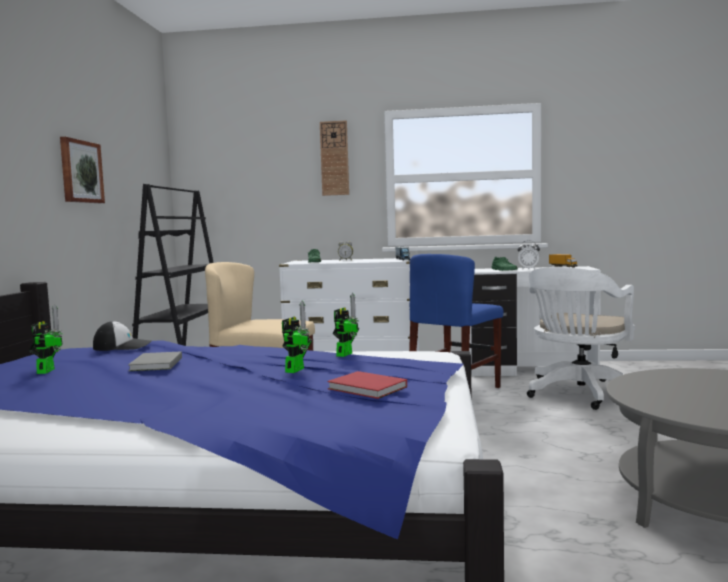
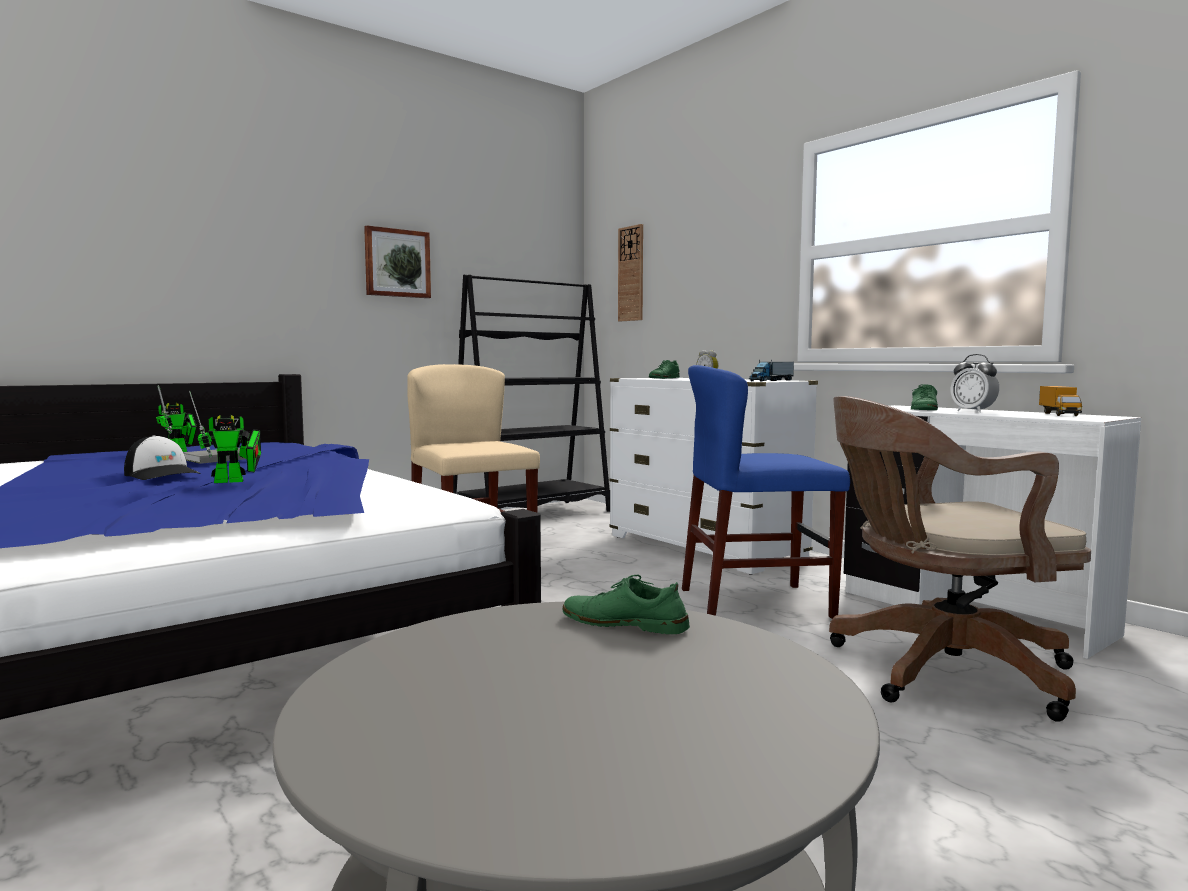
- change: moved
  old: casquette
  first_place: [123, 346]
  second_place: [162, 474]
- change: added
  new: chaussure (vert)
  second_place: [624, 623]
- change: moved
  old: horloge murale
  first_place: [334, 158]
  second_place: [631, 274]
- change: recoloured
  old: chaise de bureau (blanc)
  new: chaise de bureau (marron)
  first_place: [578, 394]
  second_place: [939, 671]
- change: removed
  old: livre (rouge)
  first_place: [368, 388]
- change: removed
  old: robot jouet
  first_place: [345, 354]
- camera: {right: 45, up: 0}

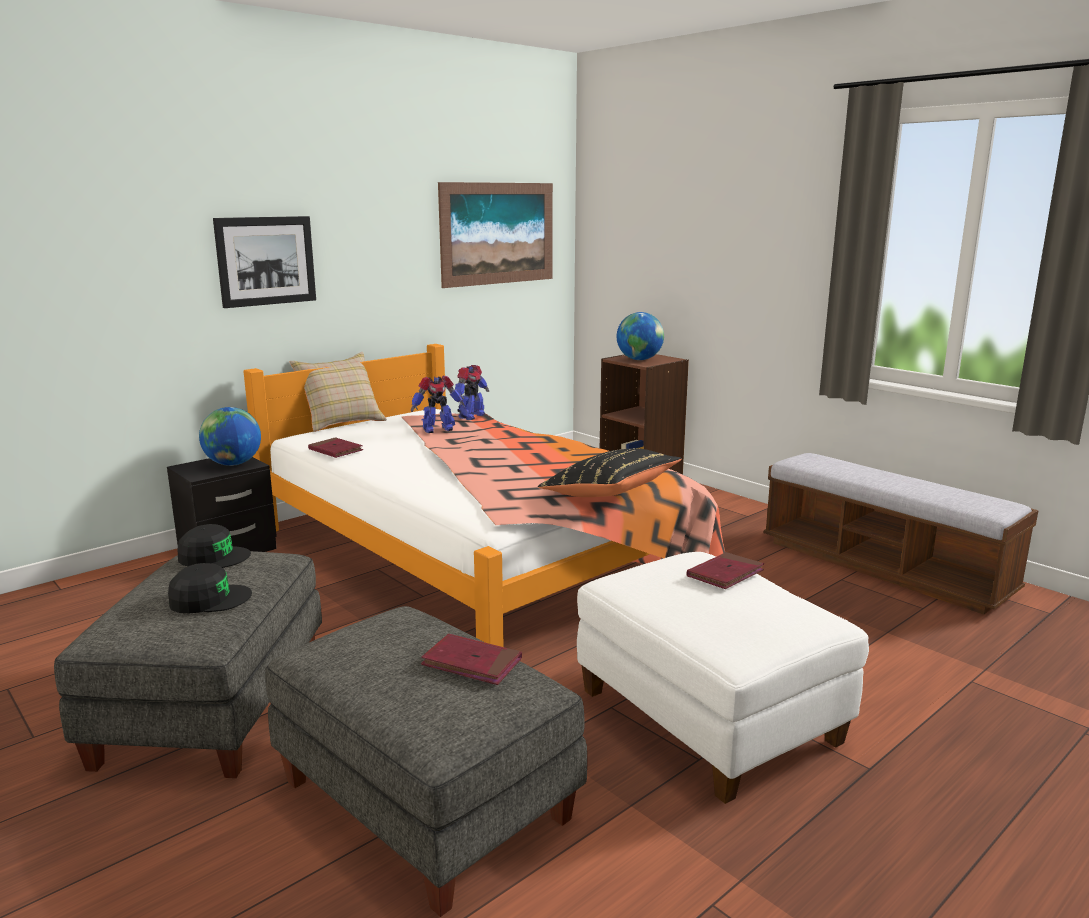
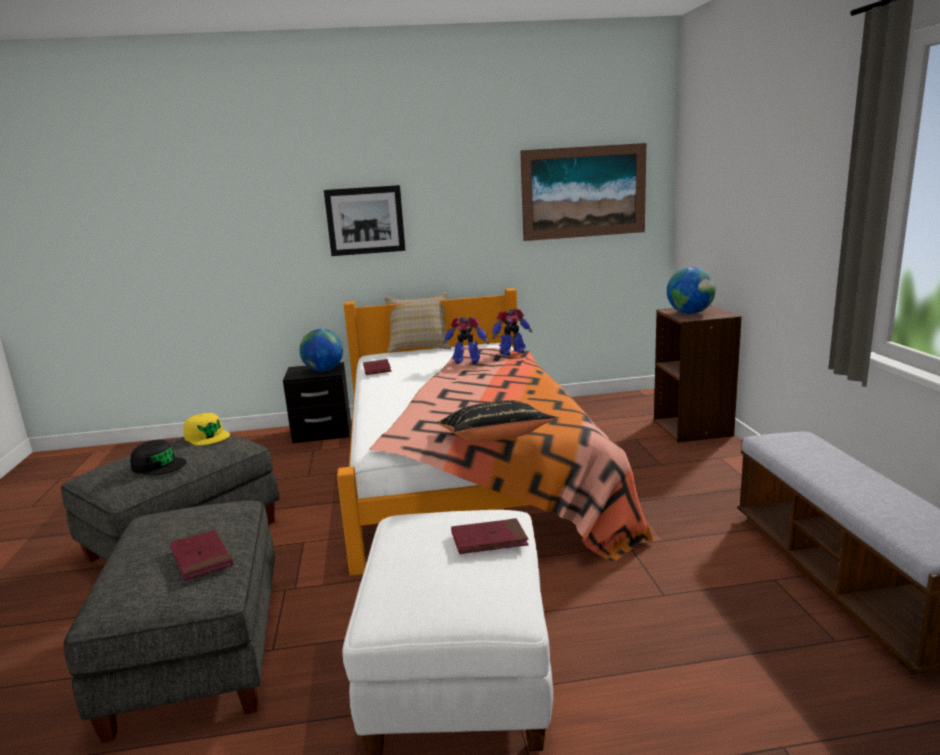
- change: recoloured
  old: casquette (noir)
  new: casquette (jaune)
  first_place: [214, 557]
  second_place: [207, 436]
- camera: {right: 35, up: 0}

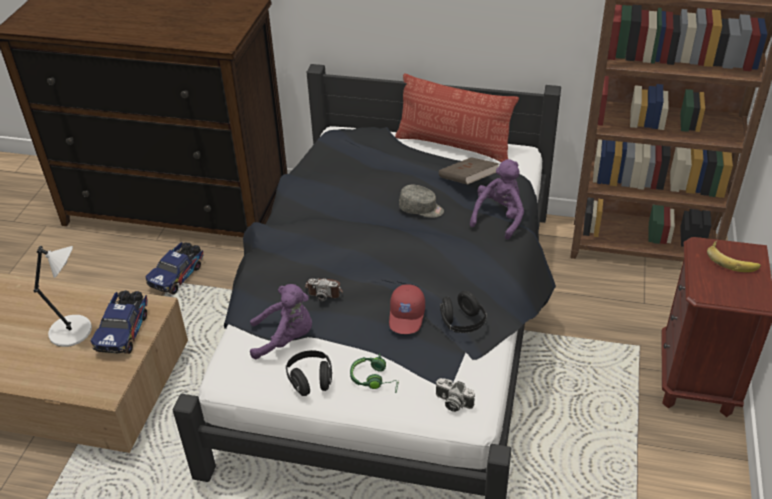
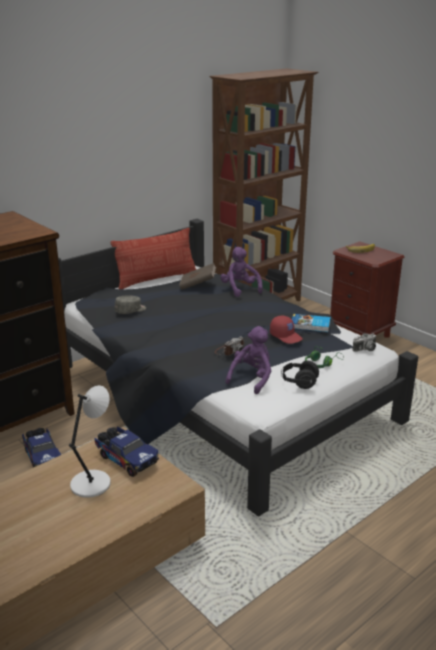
- change: moved
  old: casquette (gris)
  first_place: [421, 209]
  second_place: [131, 310]
- change: replaced
  old: casque audio (noir)
  new: livre
  first_place: [462, 323]
  second_place: [310, 325]
- camera: {right: -55, up: -15}

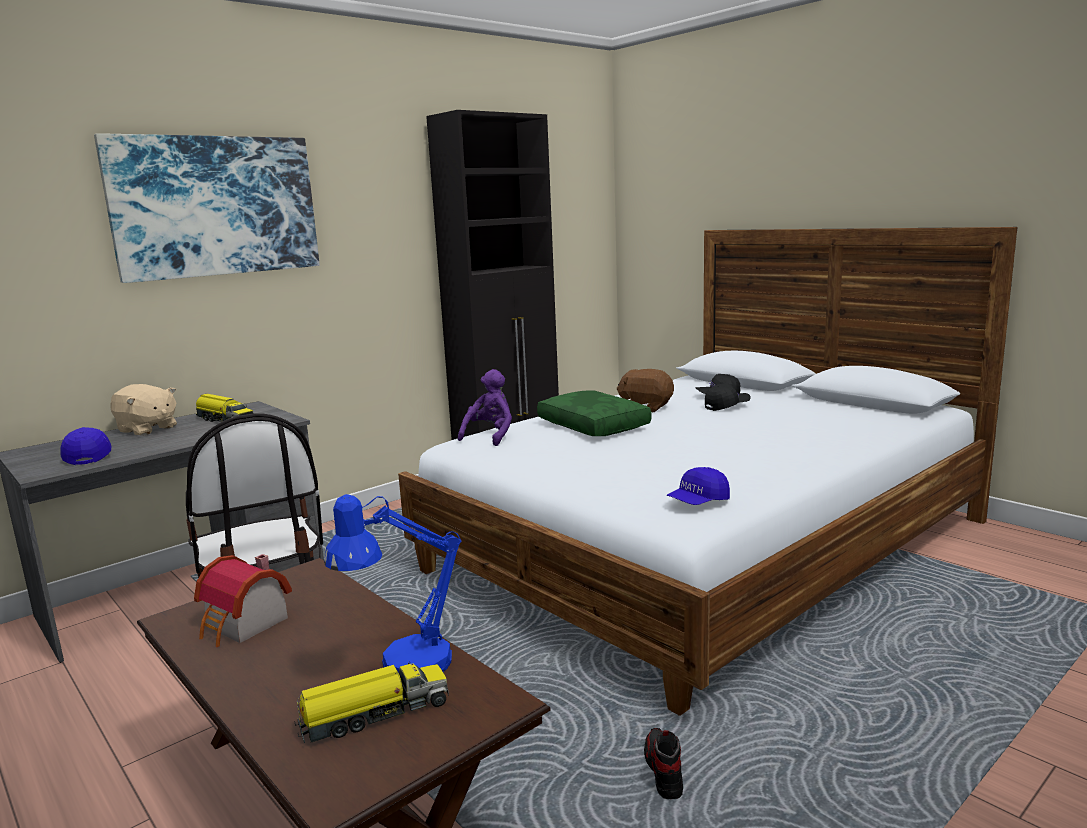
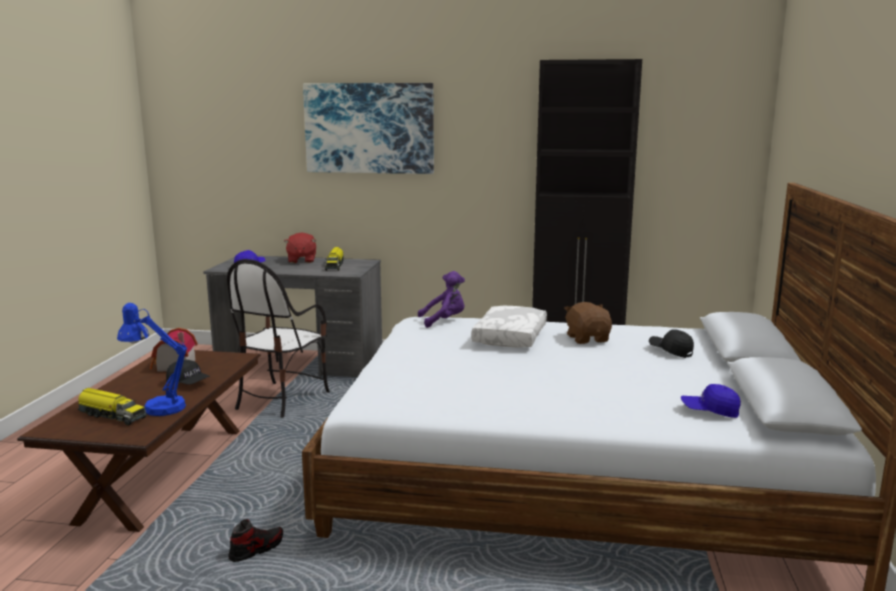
- change: moved
  old: casquette (noir)
  first_place: [727, 406]
  second_place: [188, 383]
- change: recoloured
  old: peluche (beige)
  new: peluche (rouge)
  first_place: [147, 429]
  second_place: [301, 260]
- change: recoloured
  old: coussin (vert)
  new: coussin (blanc)
  first_place: [595, 426]
  second_place: [511, 337]
- change: moved
  old: casquette (bleu)
  first_place: [698, 502]
  second_place: [709, 411]
- camera: {right: 50, up: 0}

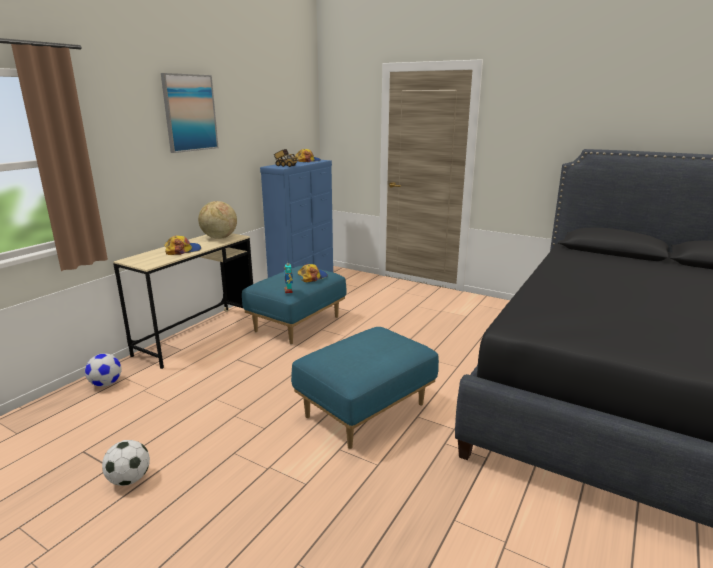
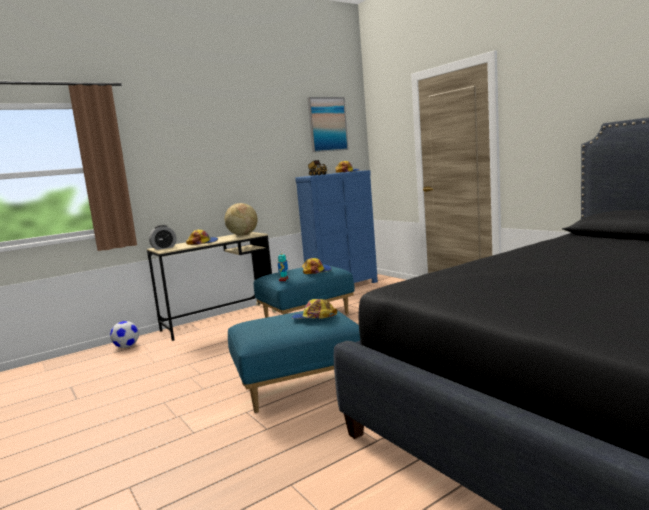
- change: added
  new: réveil
  second_place: [164, 248]
- change: added
  new: casquette
  second_place: [314, 318]
- change: moved
  old: tableau
  first_place: [189, 113]
  second_place: [327, 124]
- change: removed
  old: ballon de foot
  first_place: [129, 479]
- camera: {right: 25, up: -10}

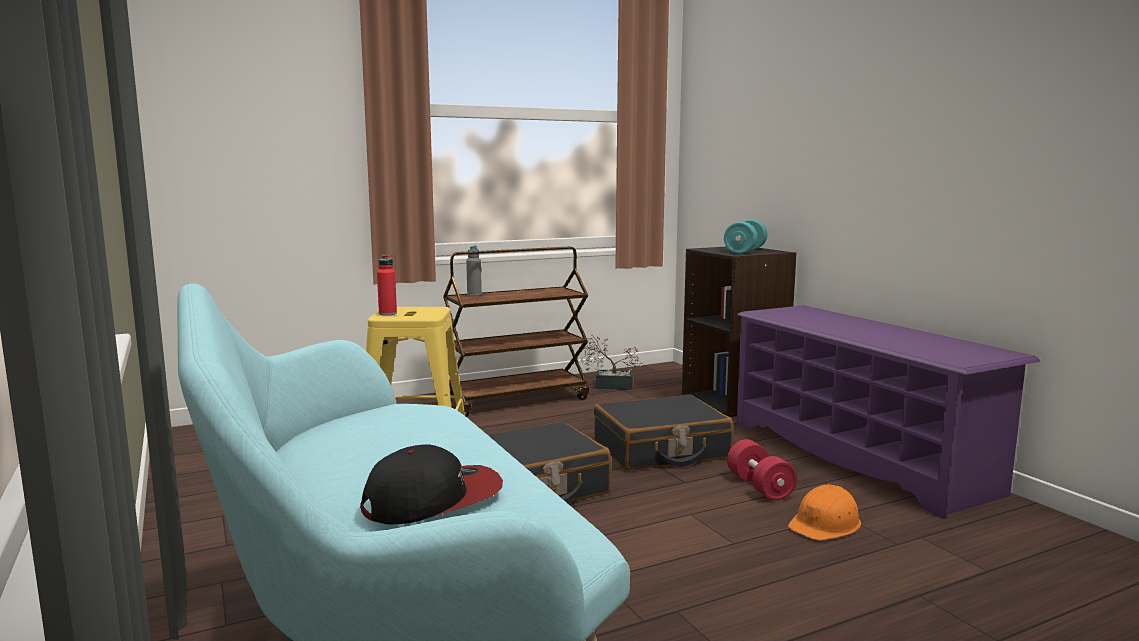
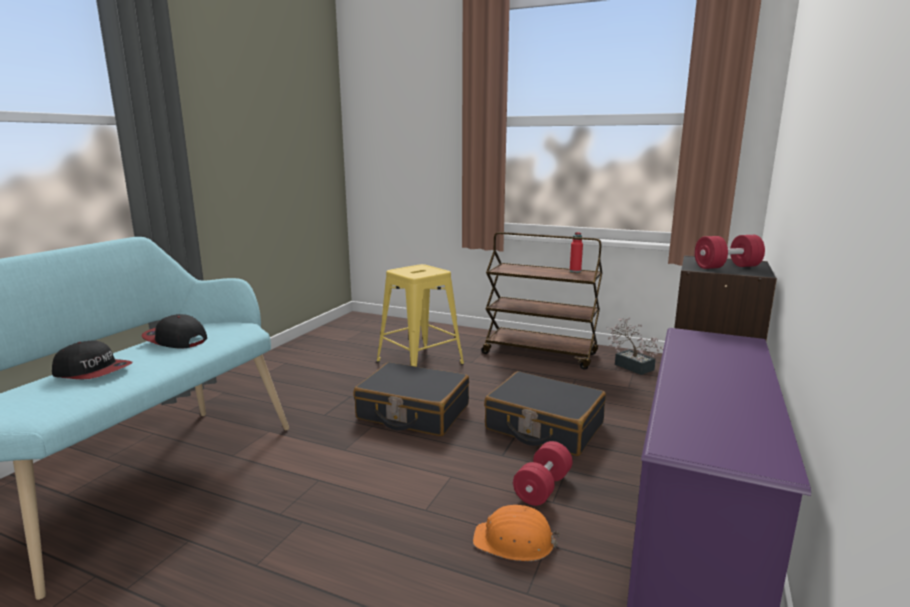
- change: added
  new: casquette
  second_place: [175, 339]
- change: moved
  old: bouteille (rouge)
  first_place: [387, 313]
  second_place: [575, 271]
- change: recoloured
  old: haltère (turquoise)
  new: haltère (rouge)
  first_place: [745, 251]
  second_place: [726, 267]
- change: removed
  old: bouteille (gris)
  first_place: [474, 294]
- camera: {right: 50, up: 5}

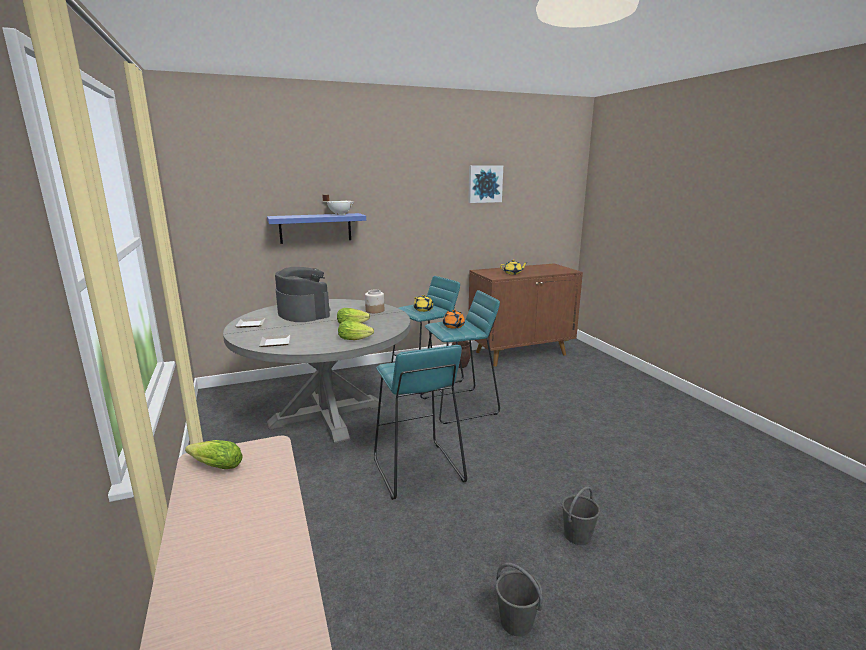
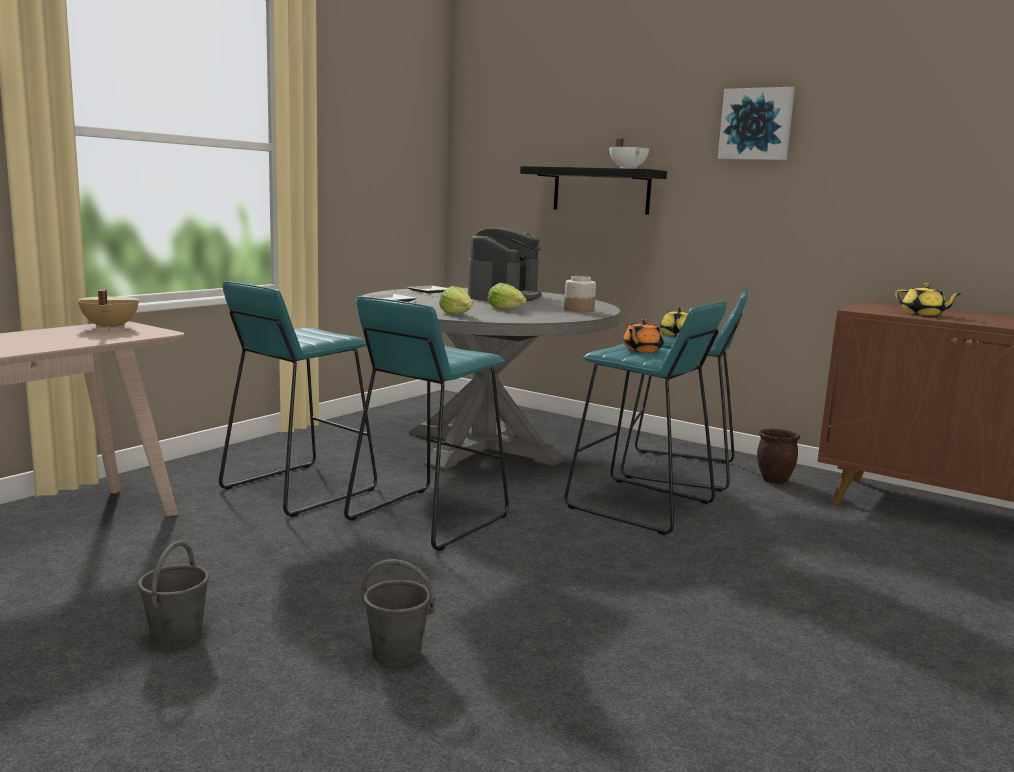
- change: replaced
  old: laitue
  new: marmite (beige)
  first_place: [214, 466]
  second_place: [109, 327]
- change: added
  new: tabouret (turquoise)
  second_place: [298, 489]
- change: recoloured
  old: étagère (bleu)
  new: étagère (noir)
  first_place: [315, 228]
  second_place: [601, 190]
- change: moved
  old: tableau
  first_place: [484, 184]
  second_place: [756, 124]
- camera: {right: 55, up: -5}

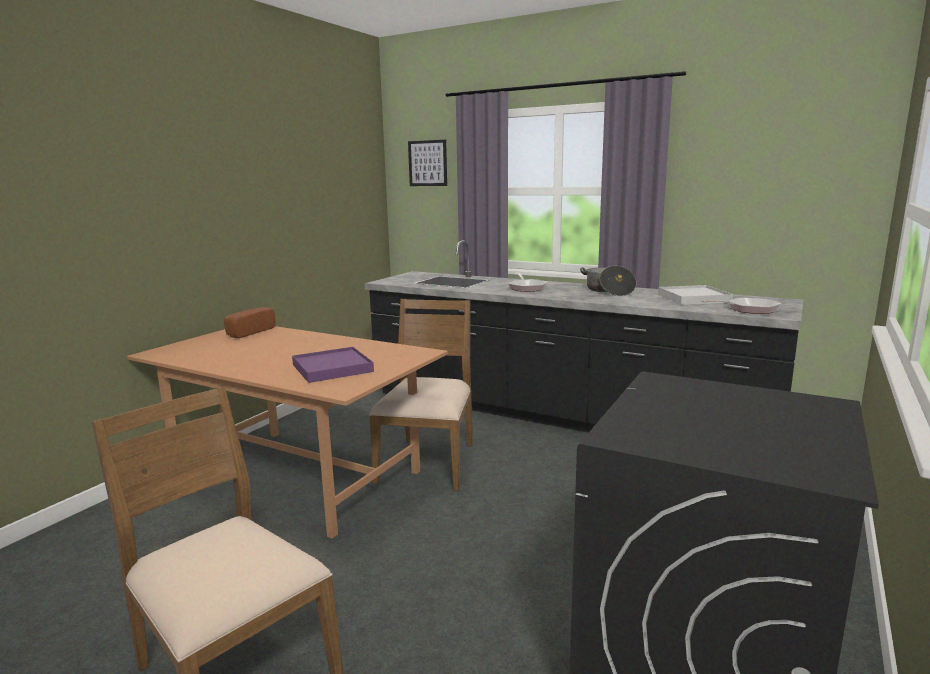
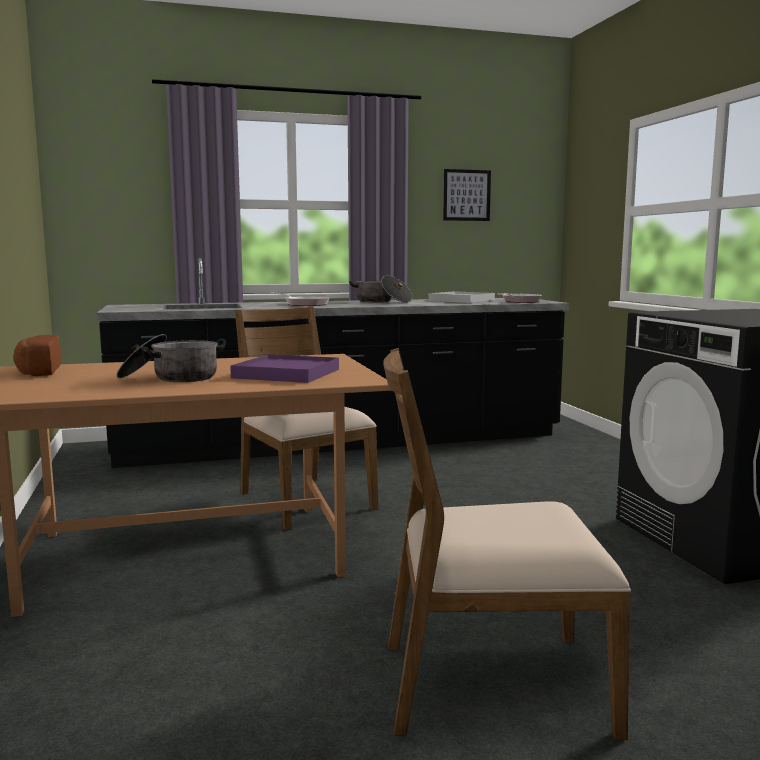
- change: added
  new: marmite
  second_place: [171, 378]
- change: moved
  old: tableau
  first_place: [427, 163]
  second_place: [466, 195]
- camera: {right: -45, up: -5}

